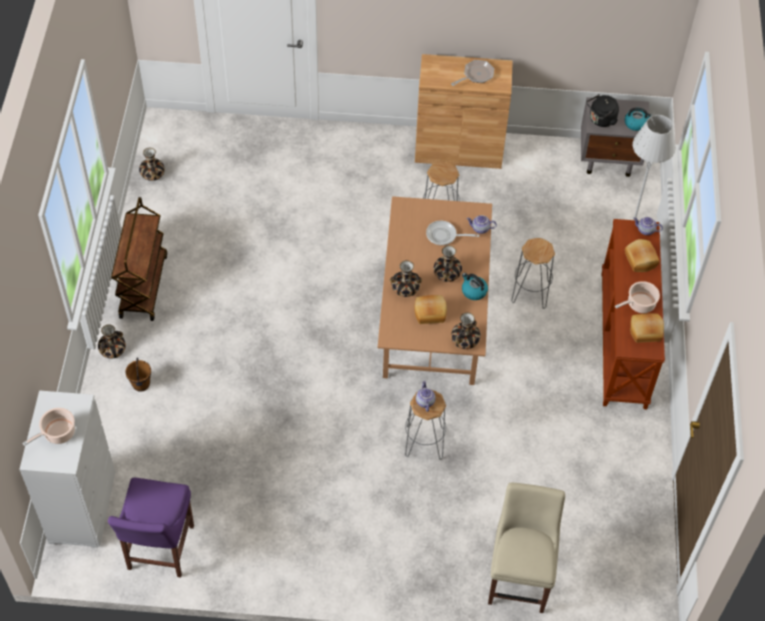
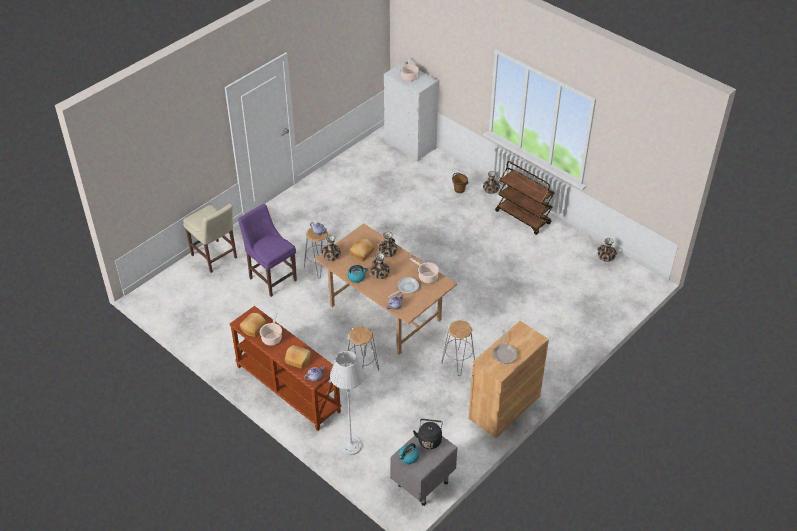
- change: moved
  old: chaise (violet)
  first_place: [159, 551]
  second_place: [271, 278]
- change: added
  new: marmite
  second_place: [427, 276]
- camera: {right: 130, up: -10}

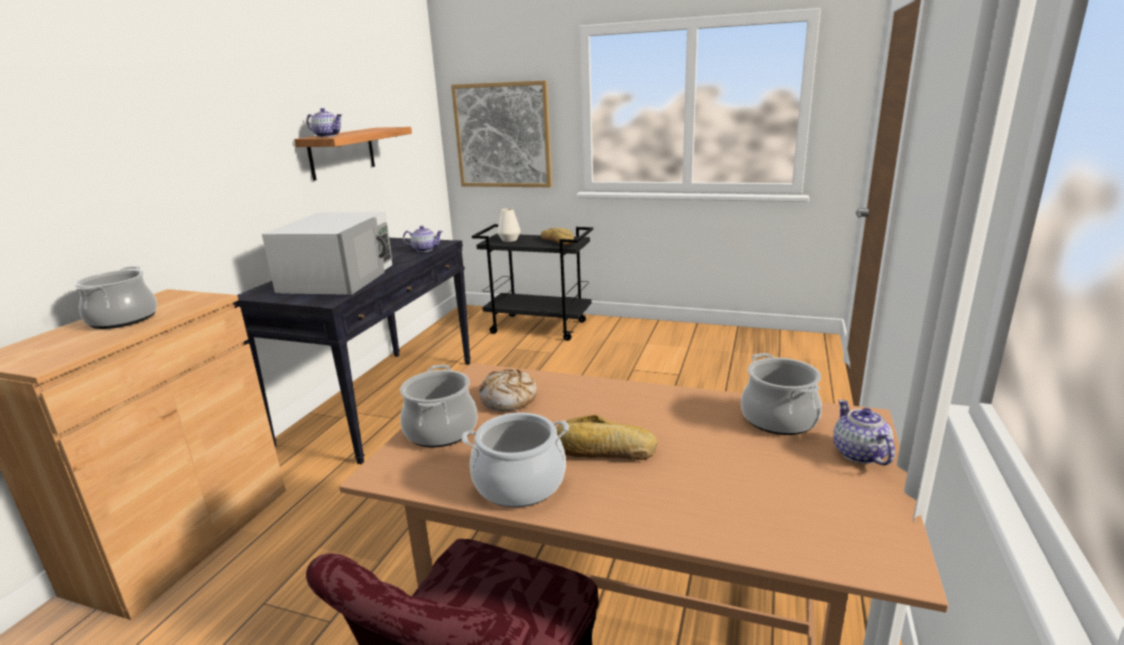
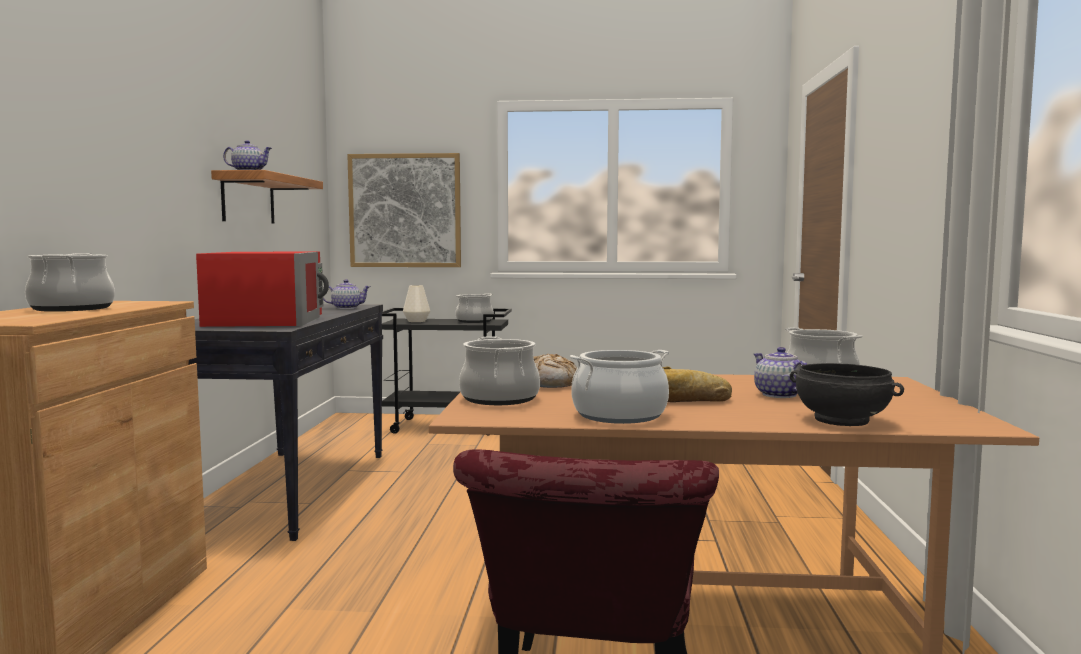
- change: recoloured
  old: micro-ondes (blanc)
  new: micro-ondes (rouge)
  first_place: [338, 278]
  second_place: [267, 319]
- change: replaced
  old: pain
  new: marmite
  first_place: [557, 241]
  second_place: [474, 321]
- change: moved
  old: théière
  first_place: [859, 454]
  second_place: [779, 395]
- change: added
  new: bol (noir)
  second_place: [841, 420]
- camera: {right: -15, up: -15}

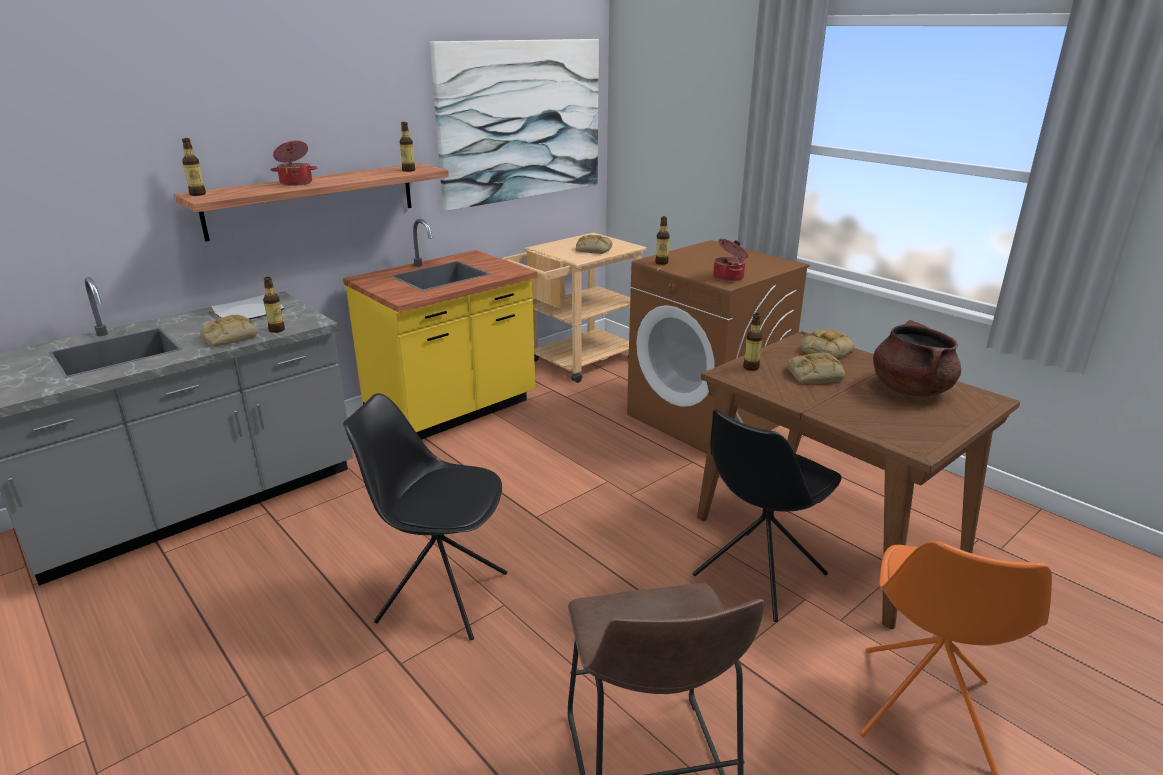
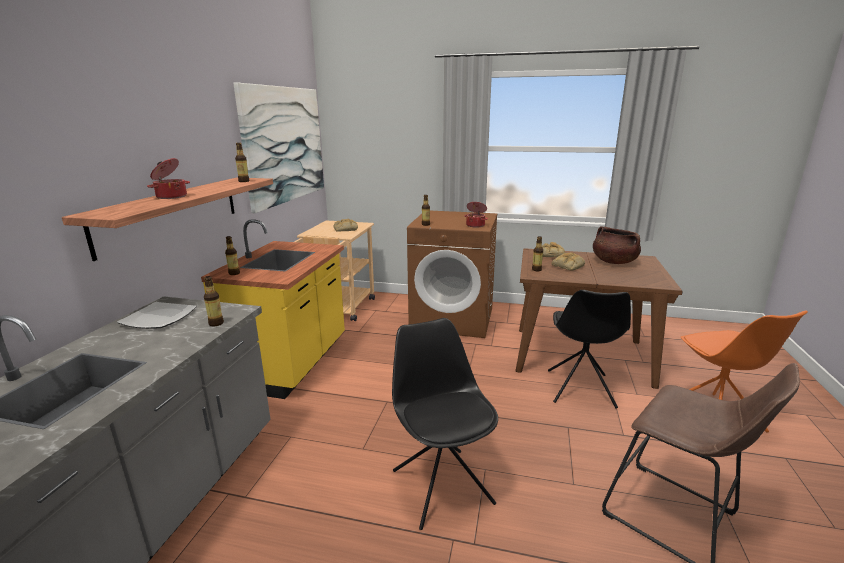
- change: moved
  old: bouteille
  first_place: [198, 194]
  second_place: [234, 273]
- change: turned
  old: chaise (noir)
  first_place: [441, 596]
  second_place: [441, 485]
  degrees: 90
- change: removed
  old: pain
  first_place: [229, 337]
- camera: {right: -35, up: -5}

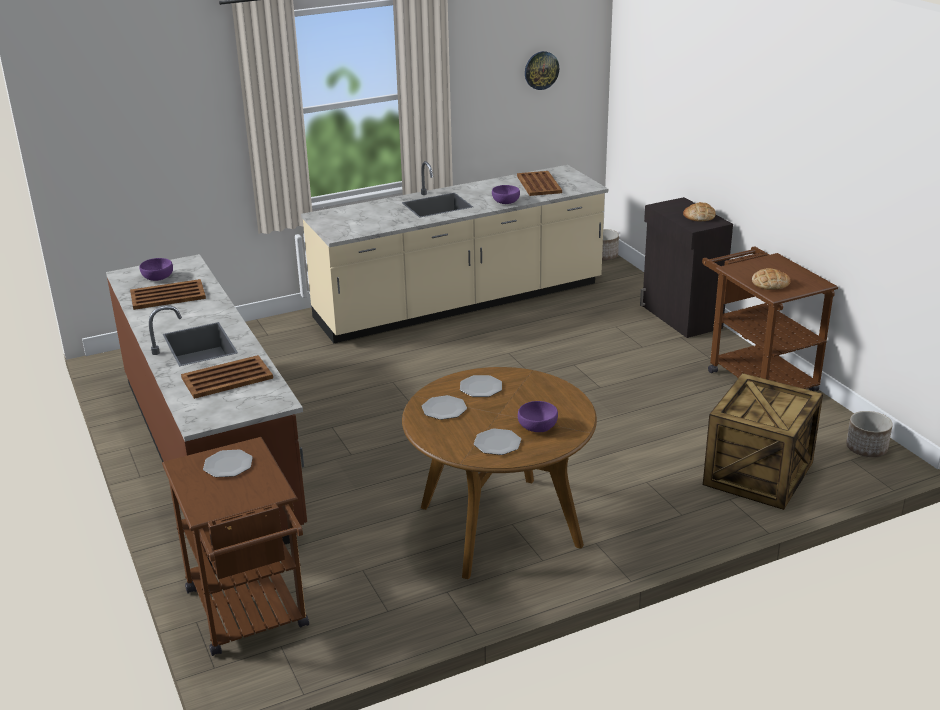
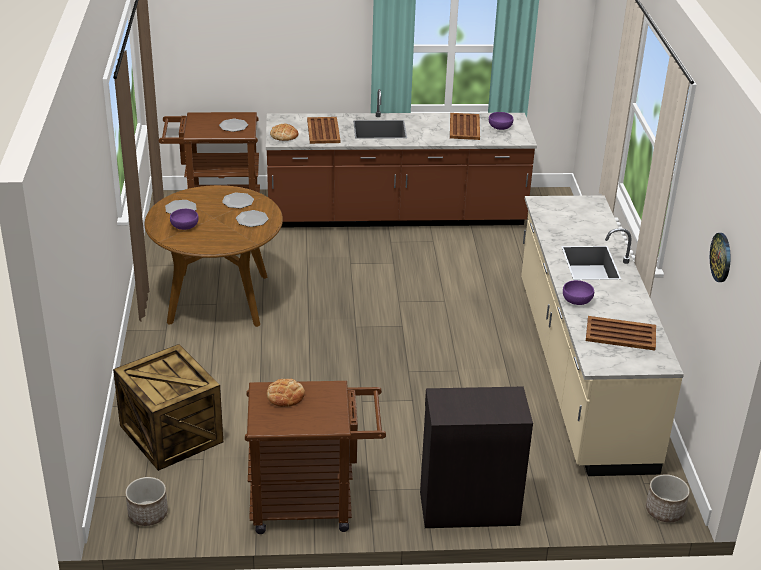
- change: moved
  old: pain
  first_place: [699, 216]
  second_place: [284, 135]
- camera: {right: 110, up: 5}

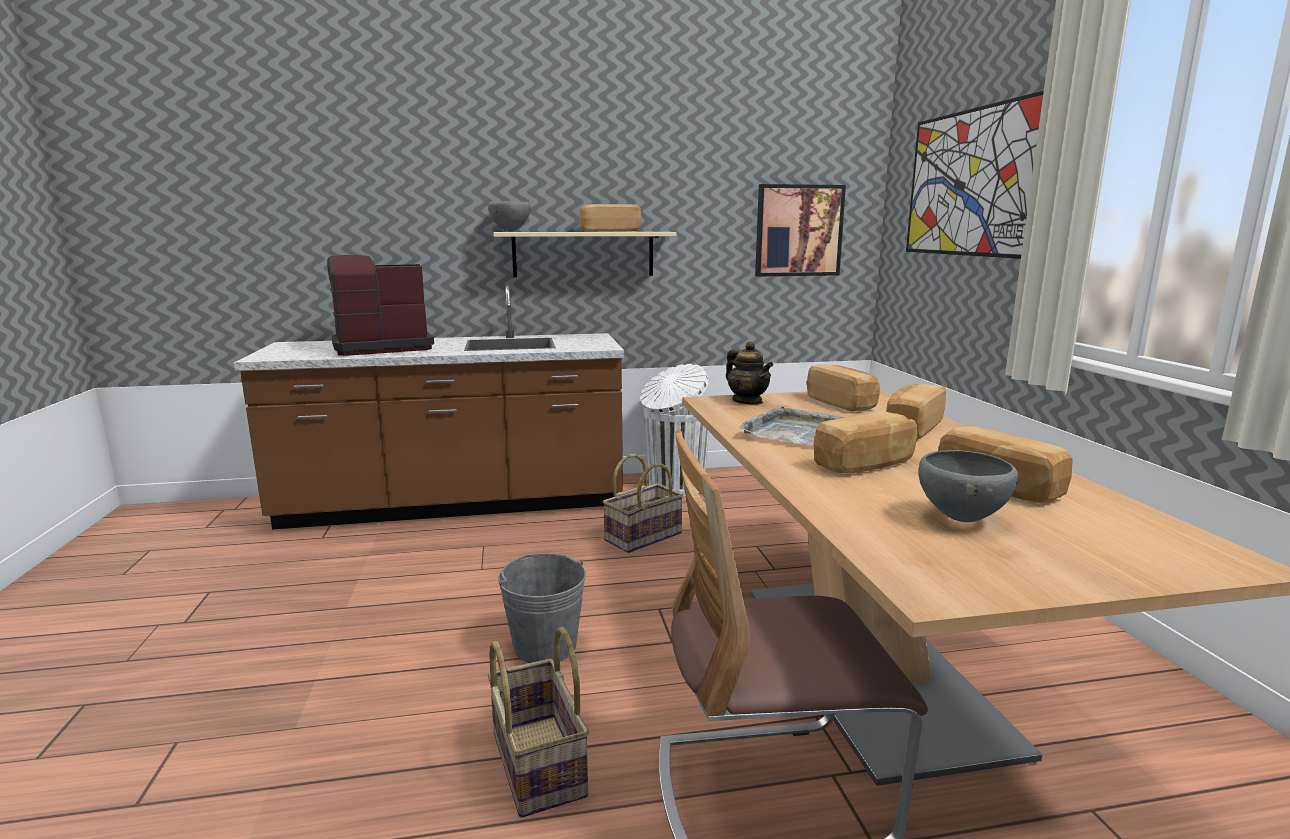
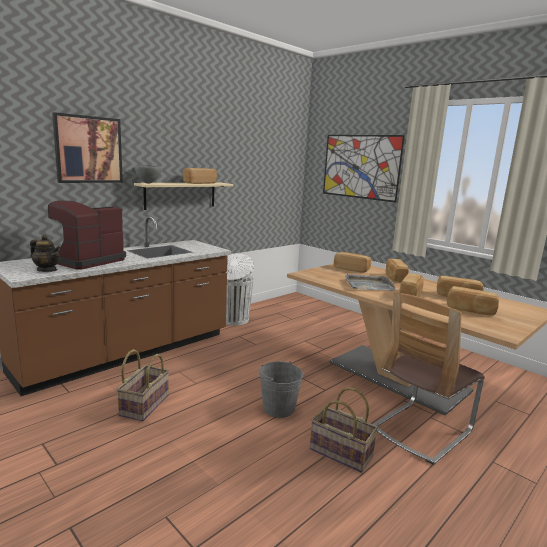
- change: moved
  old: théière
  first_place: [747, 402]
  second_place: [47, 270]
- change: moved
  old: tableau
  first_place: [798, 230]
  second_place: [88, 149]
- change: moved
  old: panier
  first_place: [643, 536]
  second_place: [144, 405]
- change: replaced
  old: bol (gris)
  new: pain
  first_place: [961, 519]
  second_place: [470, 310]
- camera: {right: -35, up: 0}

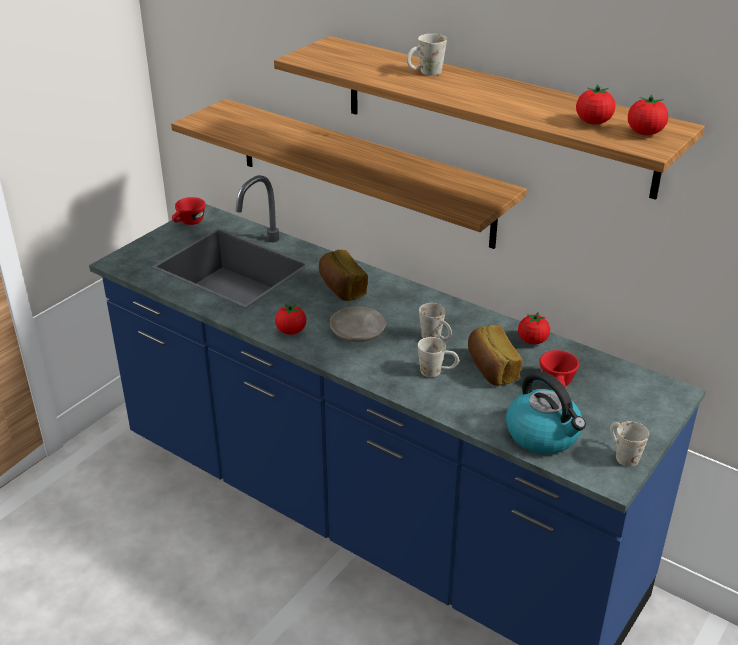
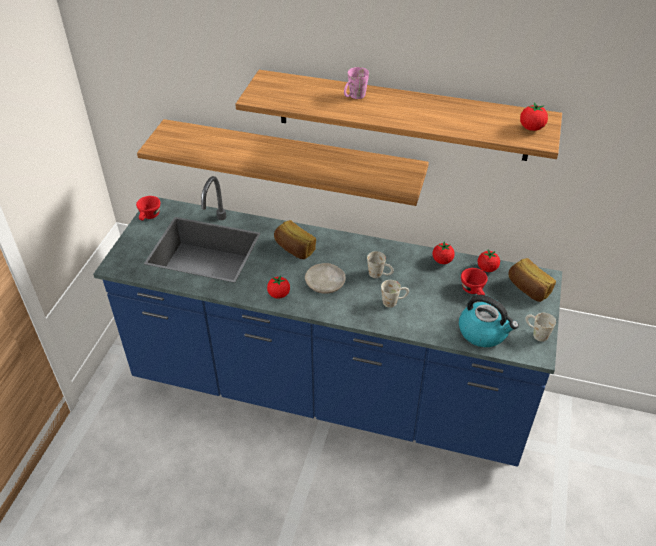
- change: recoloured
  old: mug (blanc)
  new: mug (rose)
  first_place: [425, 73]
  second_place: [354, 97]
- change: moved
  old: tomate
  first_place: [593, 122]
  second_place: [487, 268]
- change: moved
  old: pain
  first_place: [491, 369]
  second_place: [528, 289]
- camera: {right: -20, up: 10}

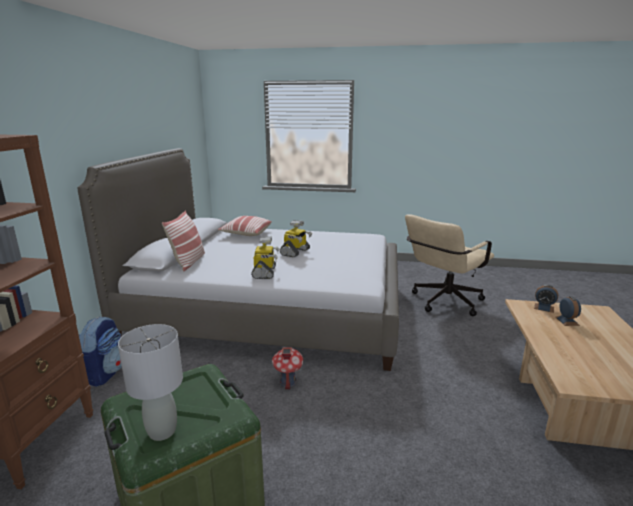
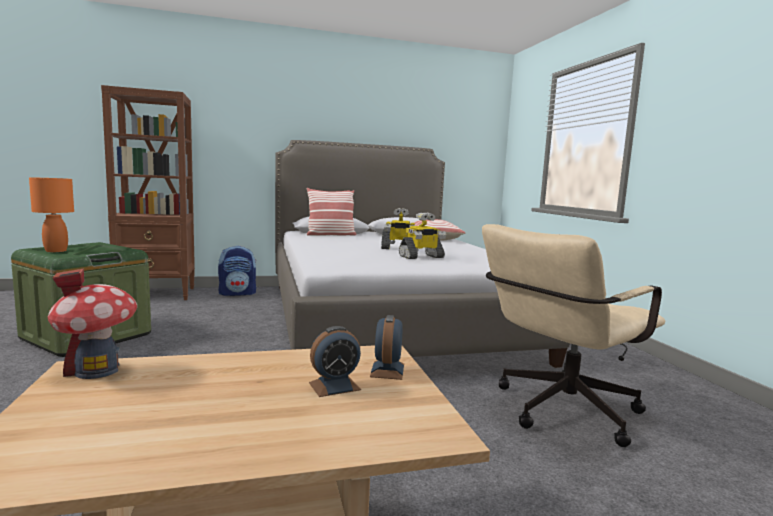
- change: recoloured
  old: lampe de table (gris)
  new: lampe de table (orange)
  first_place: [162, 431]
  second_place: [56, 251]
- change: moved
  old: maison miniature
  first_place: [288, 382]
  second_place: [97, 370]
- change: moved
  old: robot jouet
  first_place: [265, 272]
  second_place: [421, 257]
- change: turned
  old: chaise de bureau (beige)
  first_place: [443, 303]
  second_place: [558, 412]
  degrees: -60
- camera: {right: 65, up: -10}

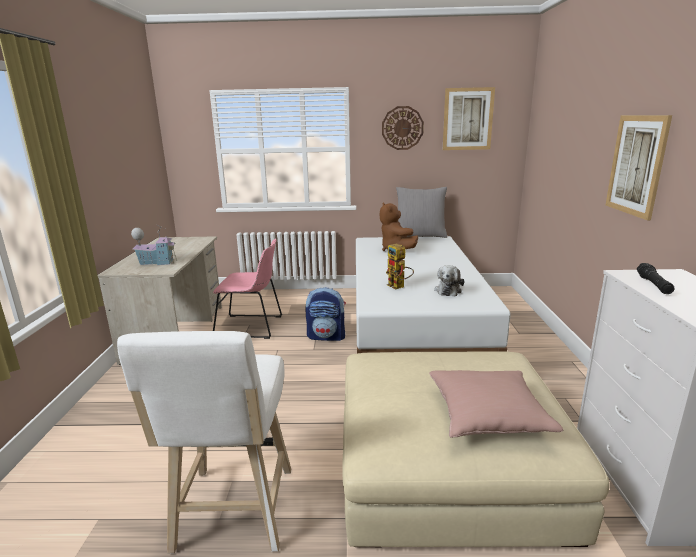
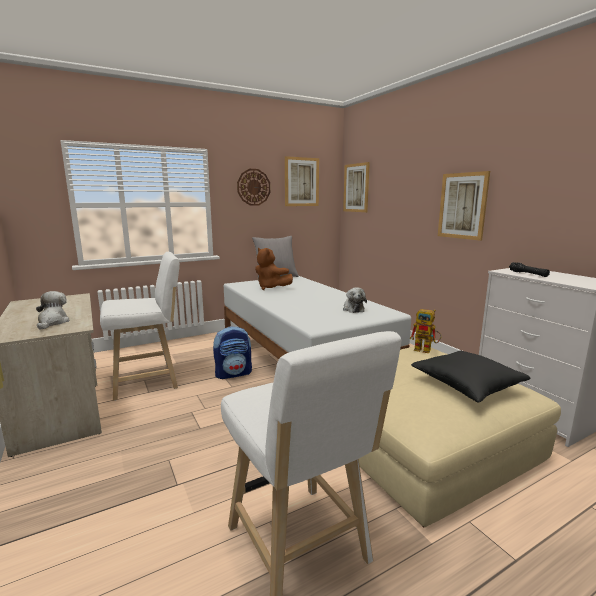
- change: replaced
  old: maison miniature
  new: peluche
  first_place: [157, 262]
  second_place: [52, 322]
- change: replaced
  old: chaise (rose)
  new: tabouret (blanc)
  first_place: [252, 327]
  second_place: [149, 381]
- change: added
  new: tableau
  second_place: [356, 188]
- change: moved
  old: robot jouet
  first_place: [399, 287]
  second_place: [426, 350]
- change: recoloured
  old: coussin (rose)
  new: coussin (noir)
  first_place: [487, 415]
  second_place: [466, 385]
- camera: {right: -30, up: -5}

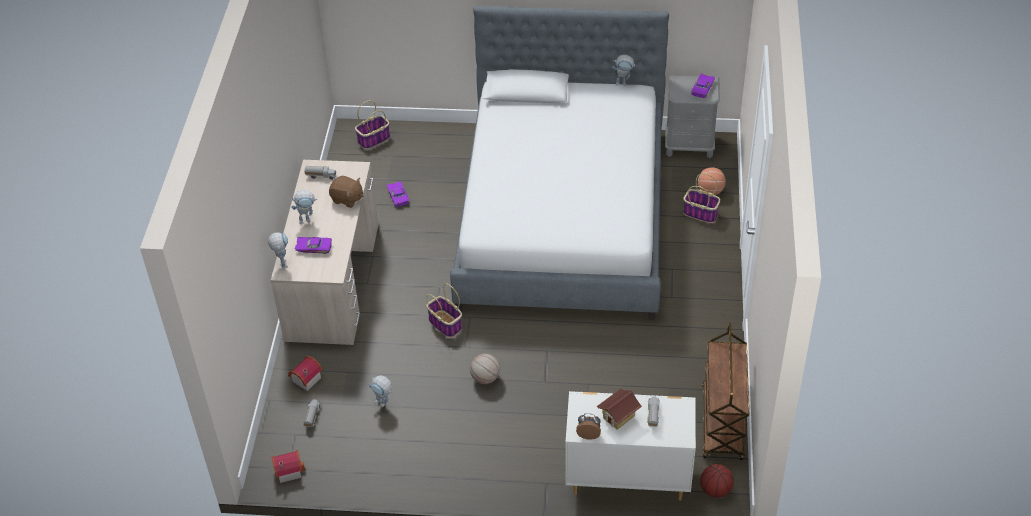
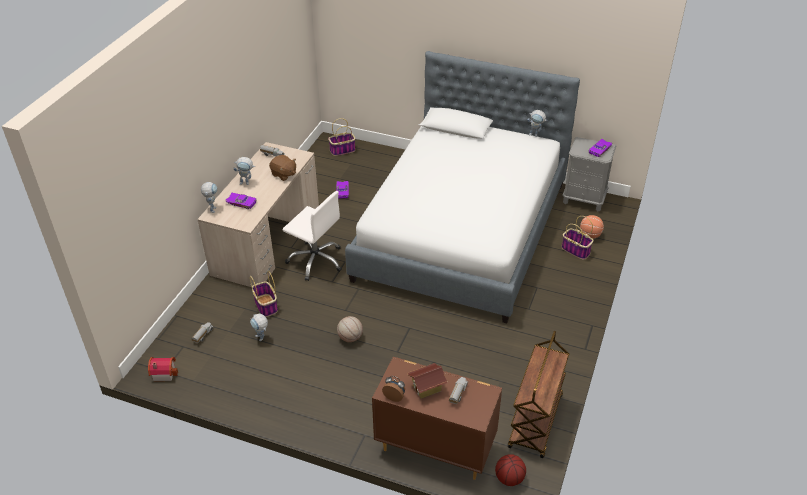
- change: moved
  old: panier
  first_place: [446, 324]
  second_place: [266, 306]
- change: added
  new: chaise de bureau (blanc)
  second_place: [316, 260]
- change: recoloured
  old: commode (blanc)
  new: commode (marron)
  first_place: [626, 477]
  second_place: [434, 448]
- change: removed
  old: maison miniature
  first_place: [305, 379]
- camera: {right: 15, up: -5}

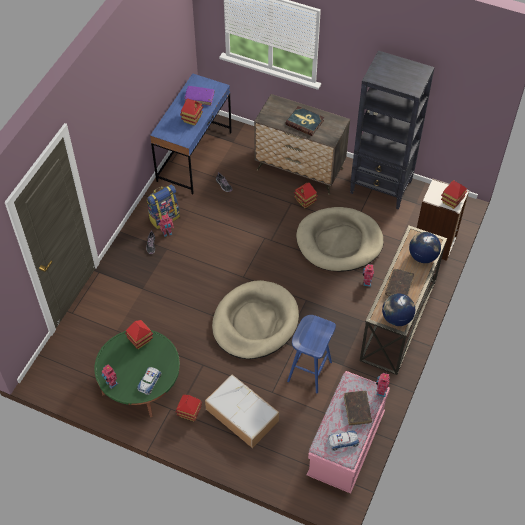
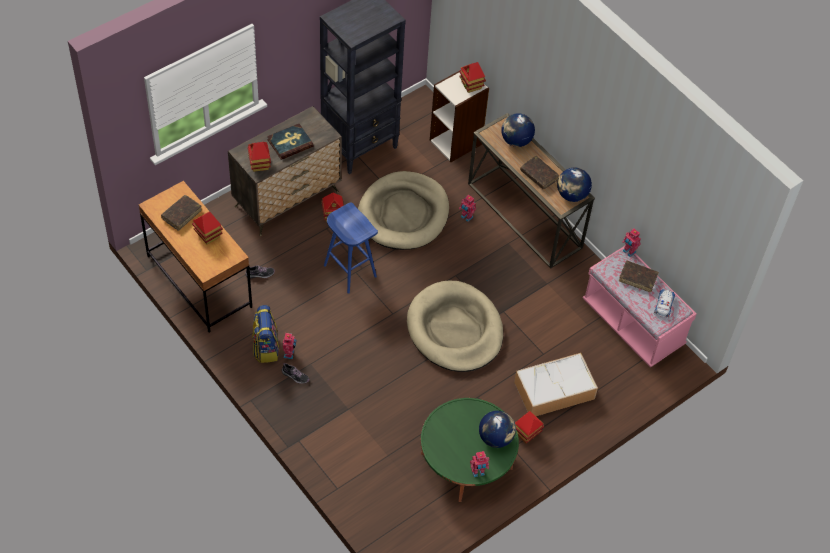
- change: recoloured
  old: bureau (bleu)
  new: bureau (marron)
  first_place: [194, 156]
  second_place: [199, 281]
- change: recoloured
  old: livre (violet)
  new: livre (marron)
  first_place: [199, 98]
  second_place: [181, 215]
- change: moved
  old: maison miniature
  first_place: [140, 340]
  second_place: [259, 164]
- change: moved
  old: tabouret (bleu)
  first_place: [309, 371]
  second_place: [349, 270]
- change: replaced
  old: petite voiture
  new: globe
  first_place: [149, 381]
  second_place: [496, 438]
- camera: {right: -65, up: 0}

